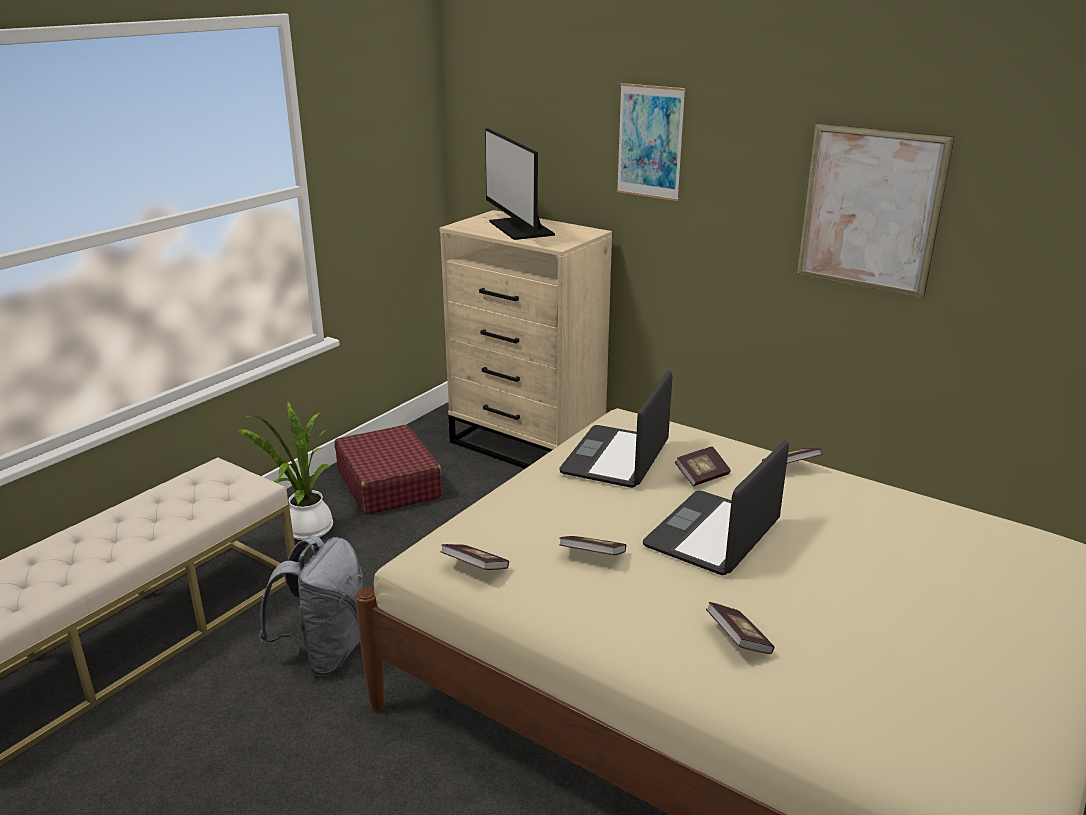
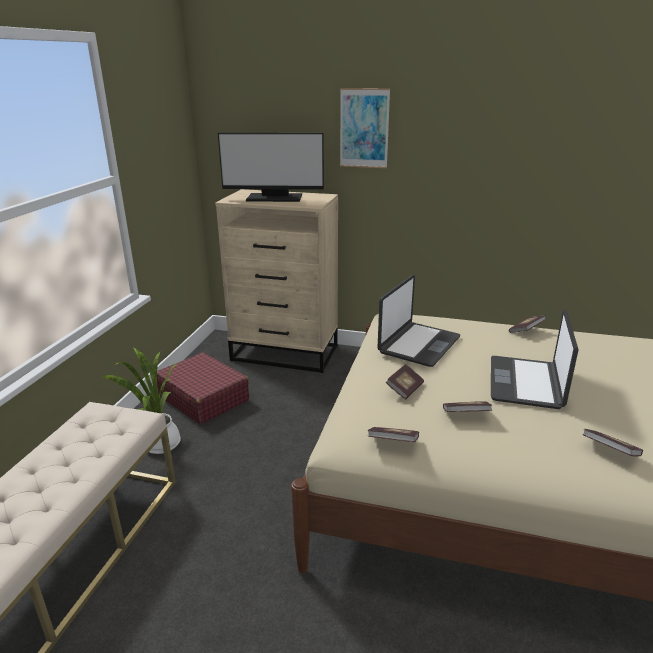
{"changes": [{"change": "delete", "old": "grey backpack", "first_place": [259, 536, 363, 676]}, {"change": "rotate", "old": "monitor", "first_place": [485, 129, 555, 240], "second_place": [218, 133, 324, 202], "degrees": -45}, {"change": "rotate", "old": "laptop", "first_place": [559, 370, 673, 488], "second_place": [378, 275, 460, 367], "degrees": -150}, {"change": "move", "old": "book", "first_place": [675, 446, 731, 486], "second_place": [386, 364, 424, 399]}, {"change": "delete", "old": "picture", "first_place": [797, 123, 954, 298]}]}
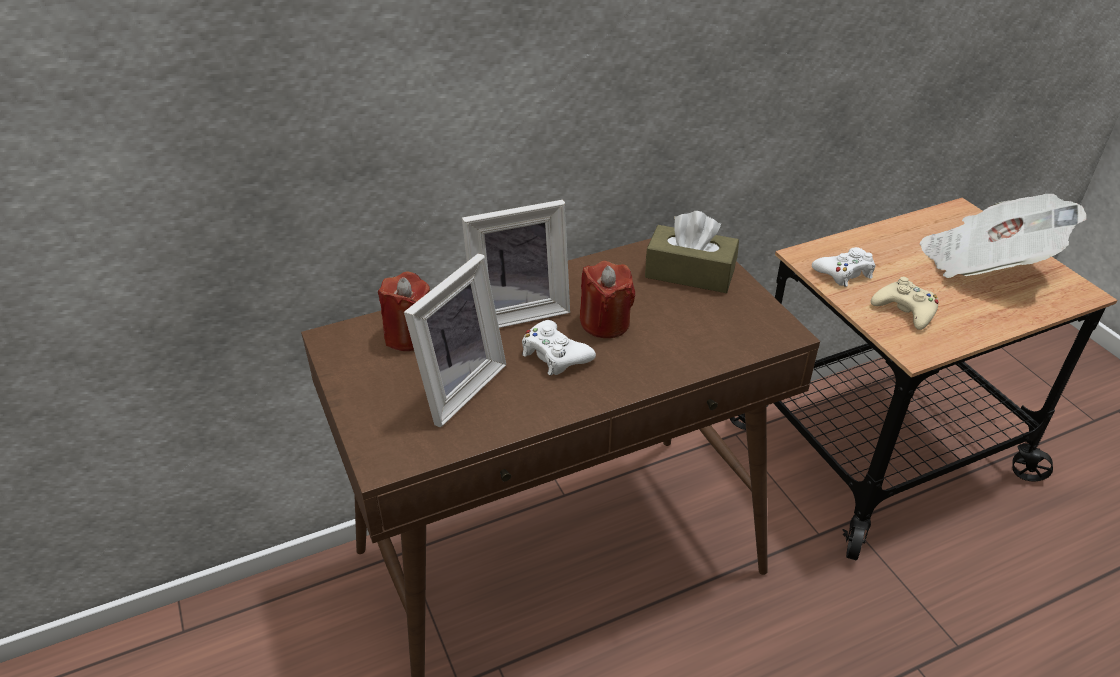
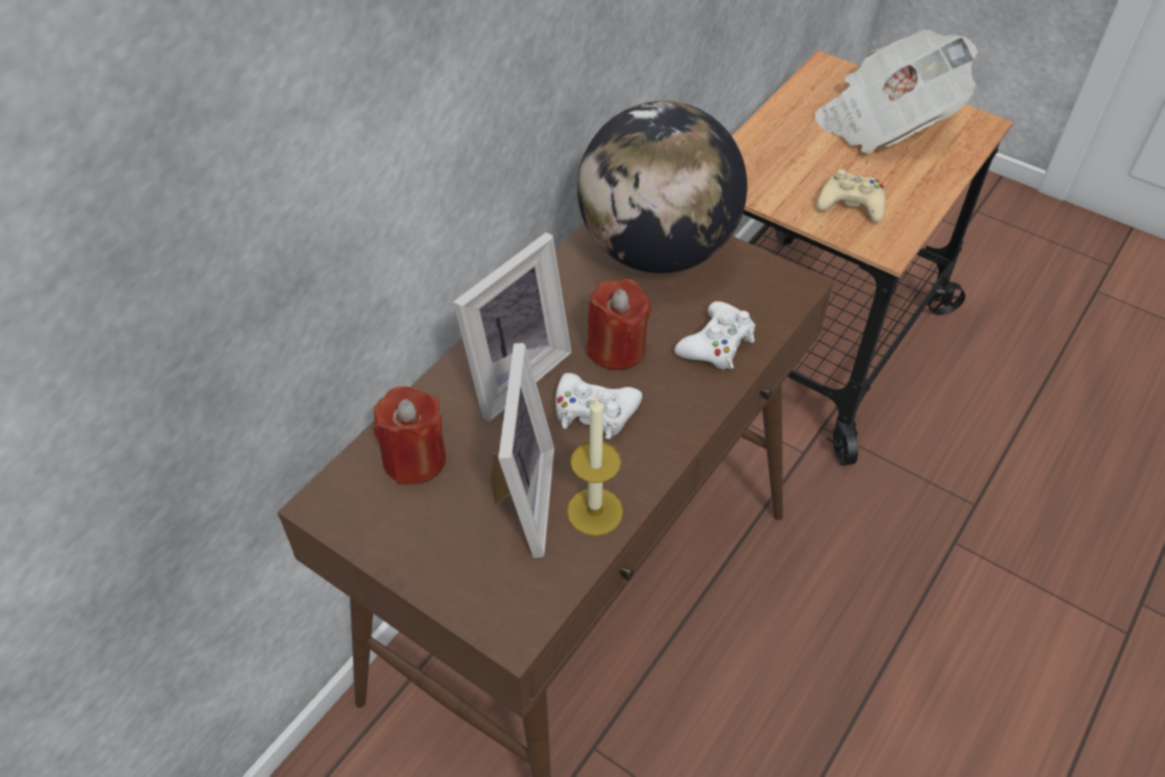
{"changes": [{"change": "replace", "old": "brown tissue box", "new": "globe", "first_place": [645, 211, 739, 293], "second_place": [577, 101, 747, 273]}, {"change": "move", "old": "white game controller", "first_place": [812, 247, 875, 287], "second_place": [674, 301, 755, 370]}, {"change": "insert", "new": "candle", "second_place": [567, 398, 623, 536]}]}
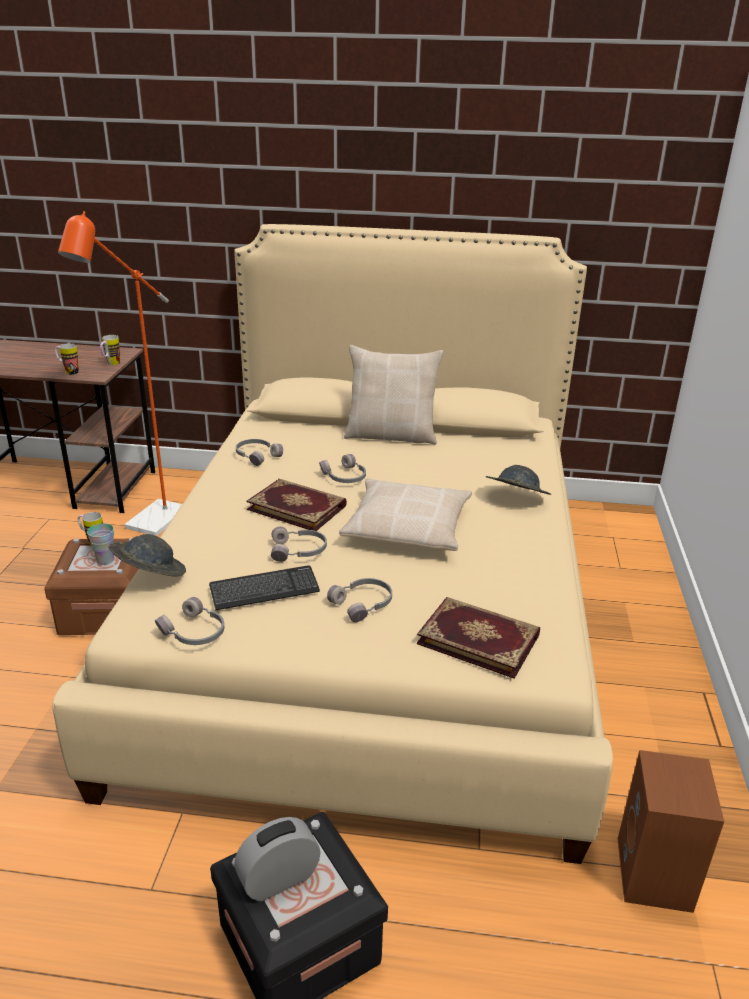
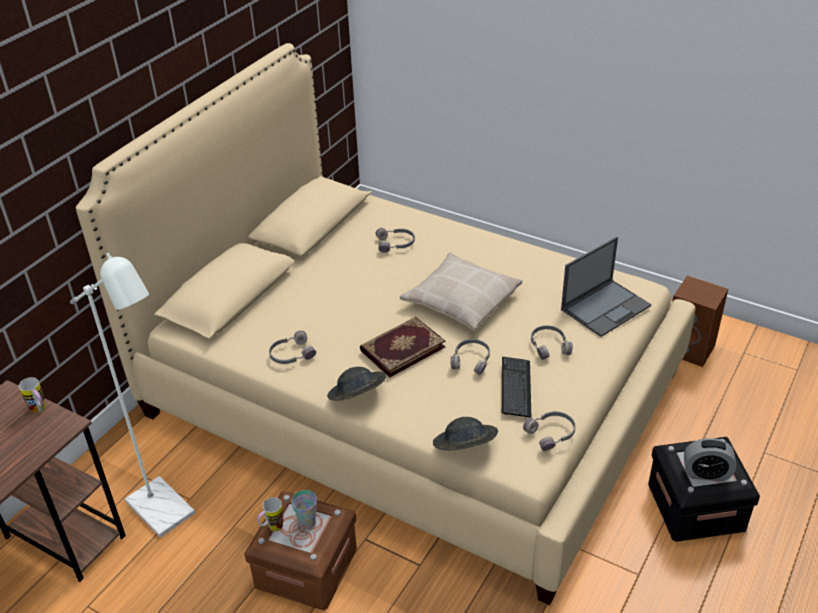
{"changes": [{"change": "delete", "old": "mug", "first_place": [55, 343, 79, 375]}, {"change": "recolor", "old": "orange floor lamp", "new": "white floor lamp", "first_place": [58, 211, 182, 536], "second_place": [70, 253, 195, 537]}, {"change": "rotate", "old": "alarm clock", "first_place": [234, 817, 320, 901], "second_place": [684, 438, 736, 482], "degrees": -75}, {"change": "move", "old": "grey headphones", "first_place": [319, 454, 366, 483], "second_place": [376, 228, 415, 253]}, {"change": "delete", "old": "beige pillow", "first_place": [344, 345, 444, 444]}, {"change": "replace", "old": "book", "new": "laptop", "first_place": [417, 597, 540, 679], "second_place": [561, 237, 651, 337]}, {"change": "move", "old": "grey hat", "first_place": [486, 465, 551, 495], "second_place": [327, 367, 386, 401]}]}
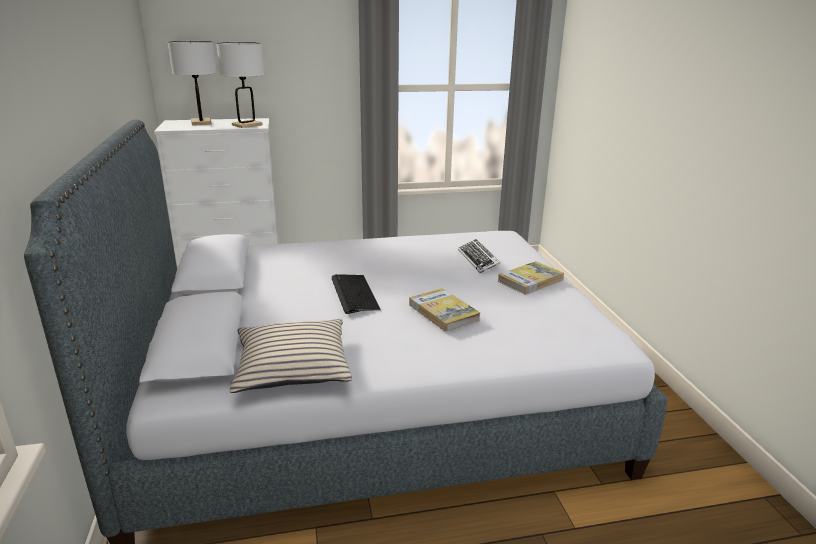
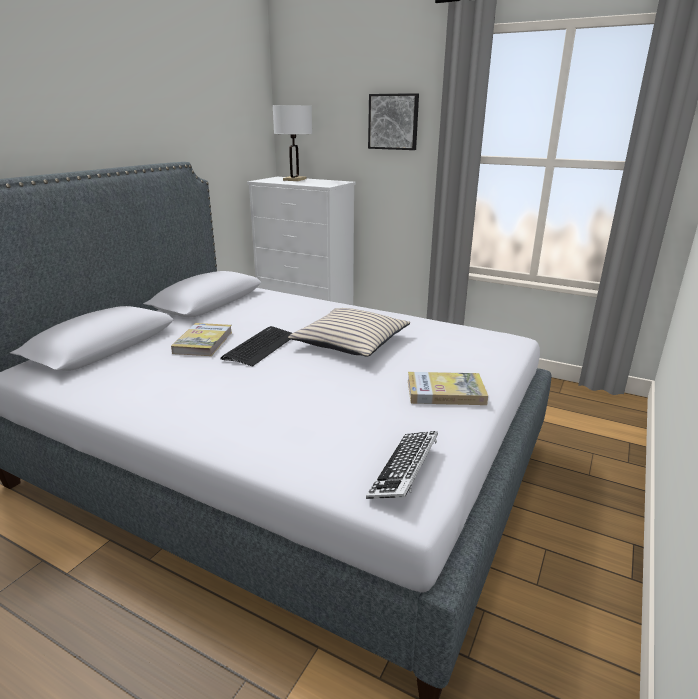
{"changes": [{"change": "delete", "old": "white table lamp", "first_place": [216, 42, 265, 128]}, {"change": "move", "old": "beige pillow", "first_place": [230, 319, 352, 393], "second_place": [288, 308, 410, 357]}, {"change": "move", "old": "book", "first_place": [409, 288, 480, 332], "second_place": [171, 323, 232, 356]}, {"change": "move", "old": "keyboard", "first_place": [458, 239, 501, 273], "second_place": [366, 431, 438, 499]}, {"change": "insert", "new": "picture", "second_place": [368, 93, 419, 150]}]}
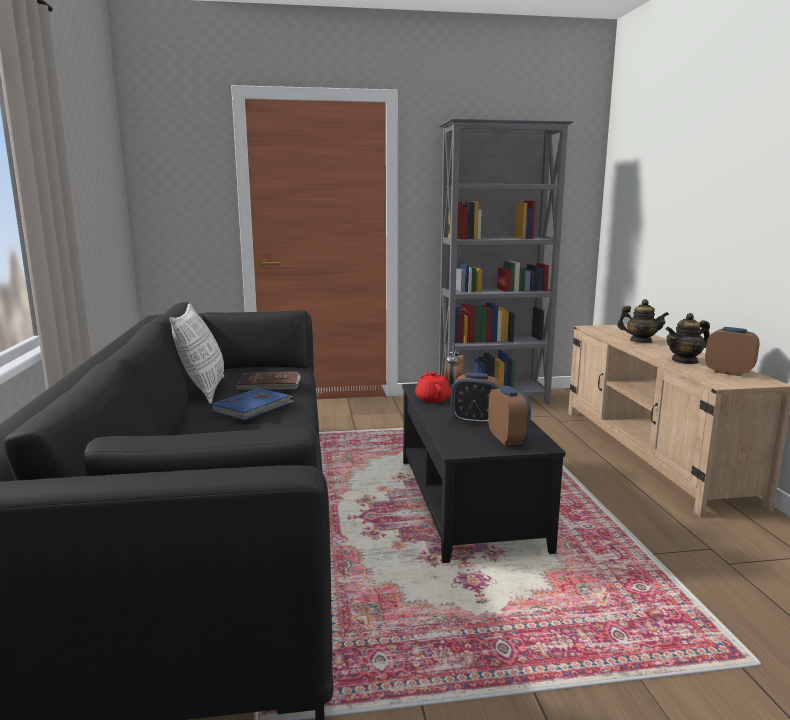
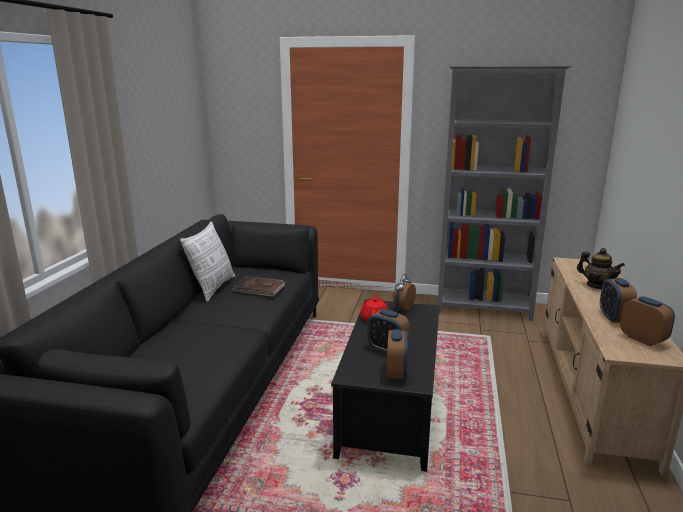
{"changes": [{"change": "delete", "old": "blue book", "first_place": [211, 388, 293, 420]}, {"change": "replace", "old": "teapot", "new": "alarm clock", "first_place": [666, 313, 710, 364], "second_place": [600, 278, 637, 323]}]}
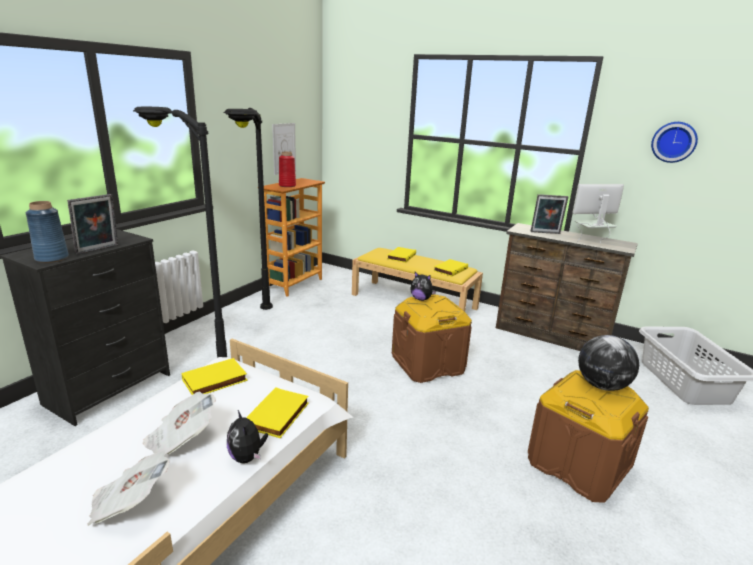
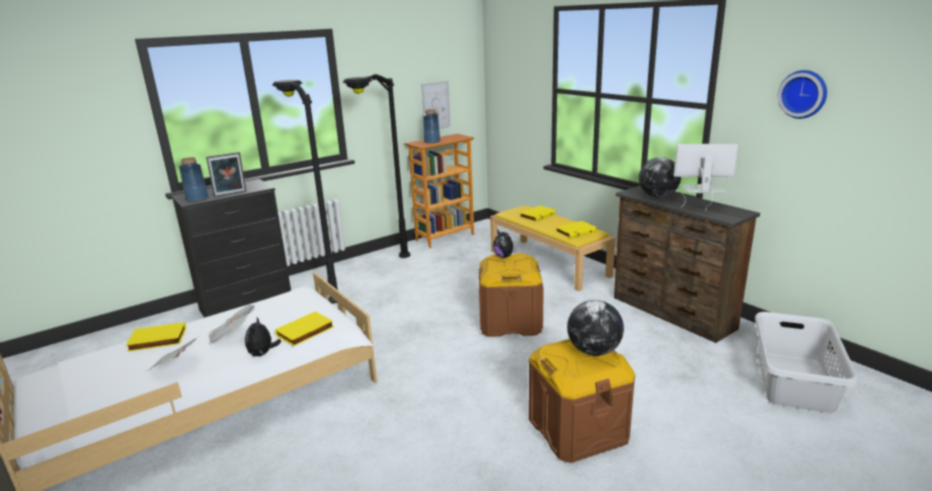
{"changes": [{"change": "move", "old": "yellow book", "first_place": [182, 358, 248, 395], "second_place": [126, 322, 186, 352]}, {"change": "recolor", "old": "red vase", "new": "blue vase", "first_place": [279, 152, 296, 187], "second_place": [423, 109, 440, 144]}, {"change": "replace", "old": "picture frame", "new": "globe", "first_place": [531, 194, 568, 234], "second_place": [639, 157, 681, 198]}]}
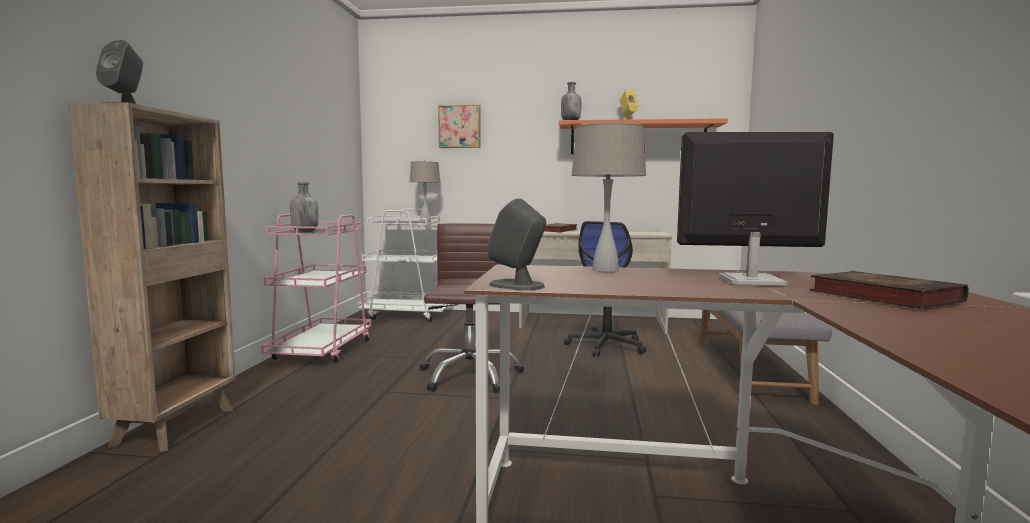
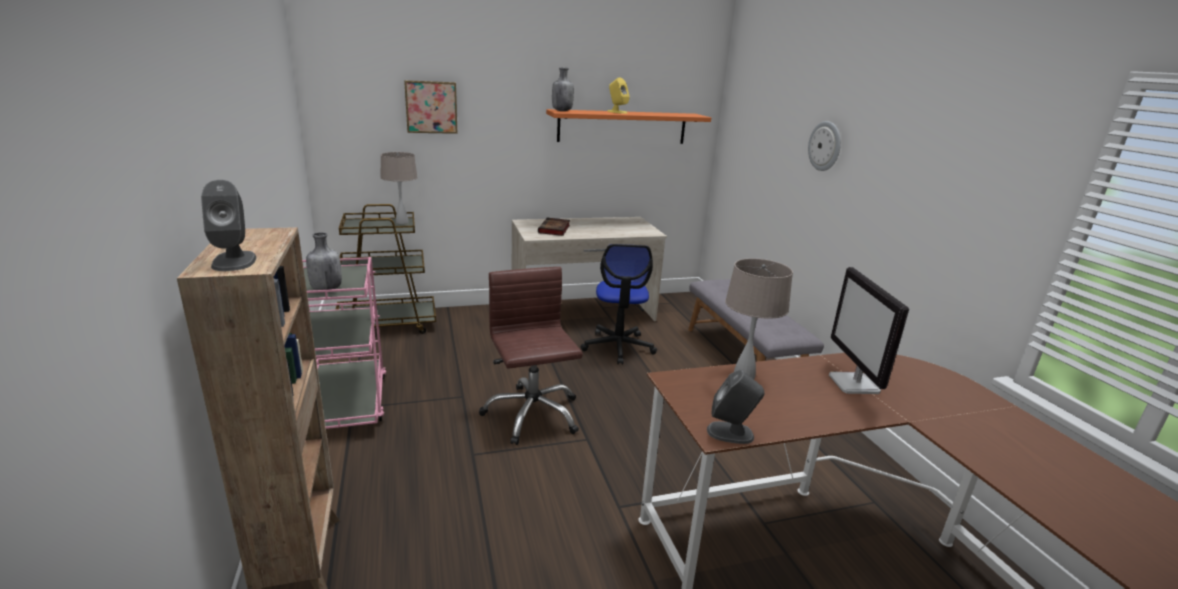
{"changes": [{"change": "recolor", "old": "white cart", "new": "brown cart", "first_place": [356, 209, 451, 322], "second_place": [335, 204, 436, 334]}, {"change": "rotate", "old": "monitor", "first_place": [677, 132, 834, 286], "second_place": [829, 267, 909, 394], "degrees": -75}, {"change": "delete", "old": "book", "first_place": [810, 271, 969, 309]}, {"change": "insert", "new": "wall clock", "second_place": [808, 121, 841, 171]}]}
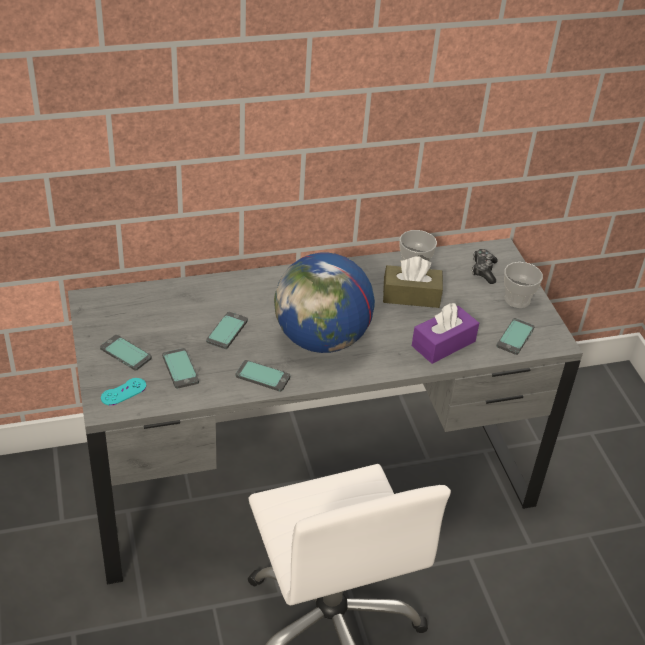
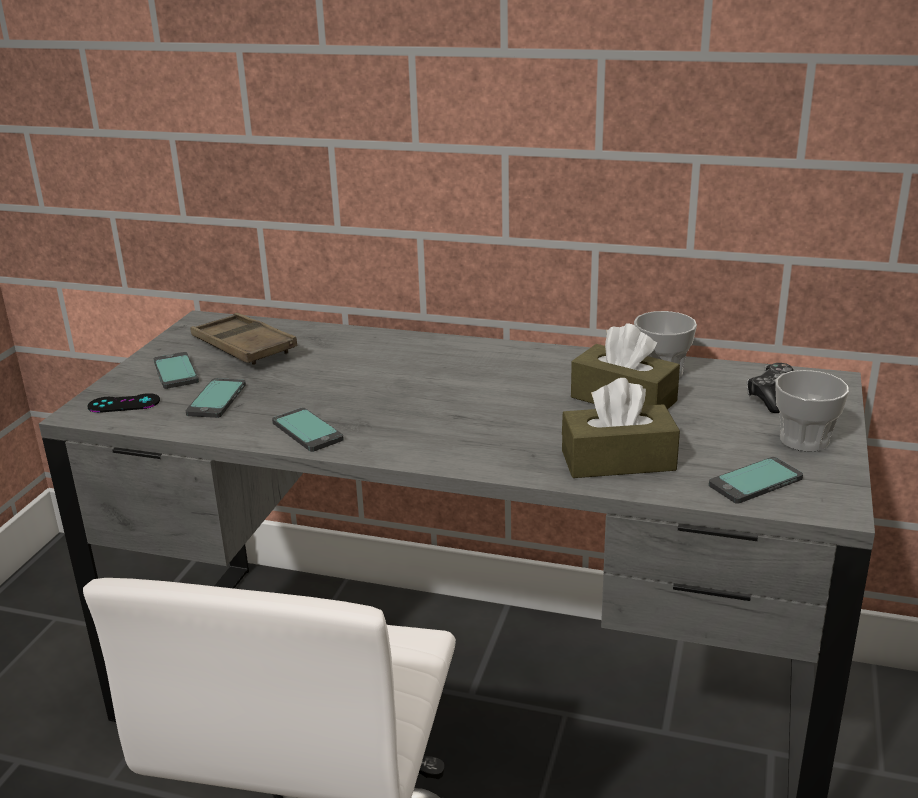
{"changes": [{"change": "recolor", "old": "turquoise game controller", "new": "black game controller", "first_place": [101, 378, 146, 406], "second_place": [87, 393, 160, 413]}, {"change": "delete", "old": "phone", "first_place": [206, 312, 248, 349]}, {"change": "delete", "old": "globe", "first_place": [274, 252, 375, 353]}, {"change": "recolor", "old": "purple tissue box", "new": "brown tissue box", "first_place": [412, 303, 479, 364], "second_place": [562, 378, 680, 478]}, {"change": "insert", "new": "brown tray", "second_place": [190, 313, 298, 365]}]}
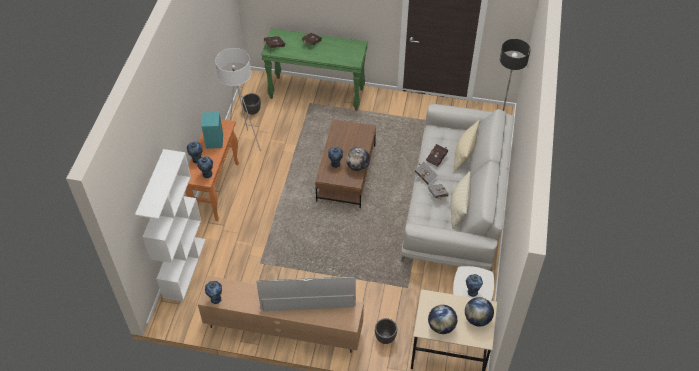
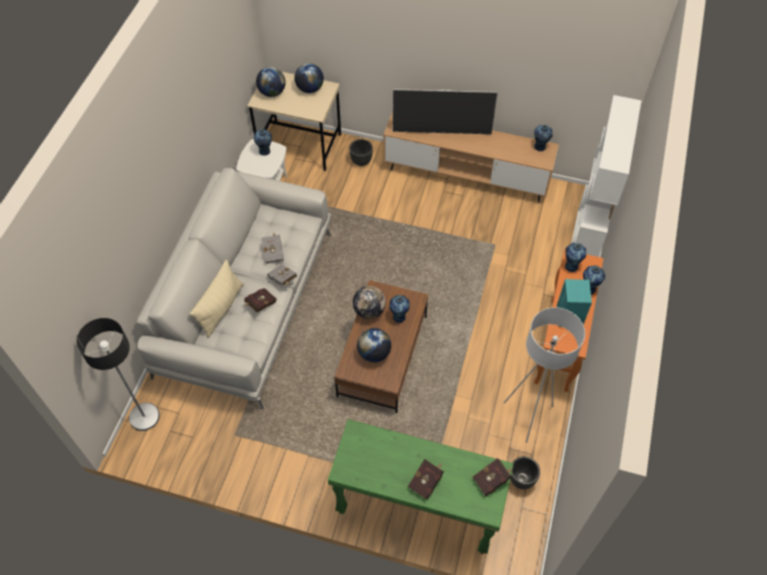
{"changes": [{"change": "delete", "old": "beige pillow", "first_place": [451, 171, 471, 229]}, {"change": "insert", "new": "globe", "second_place": [357, 328, 391, 362]}]}
